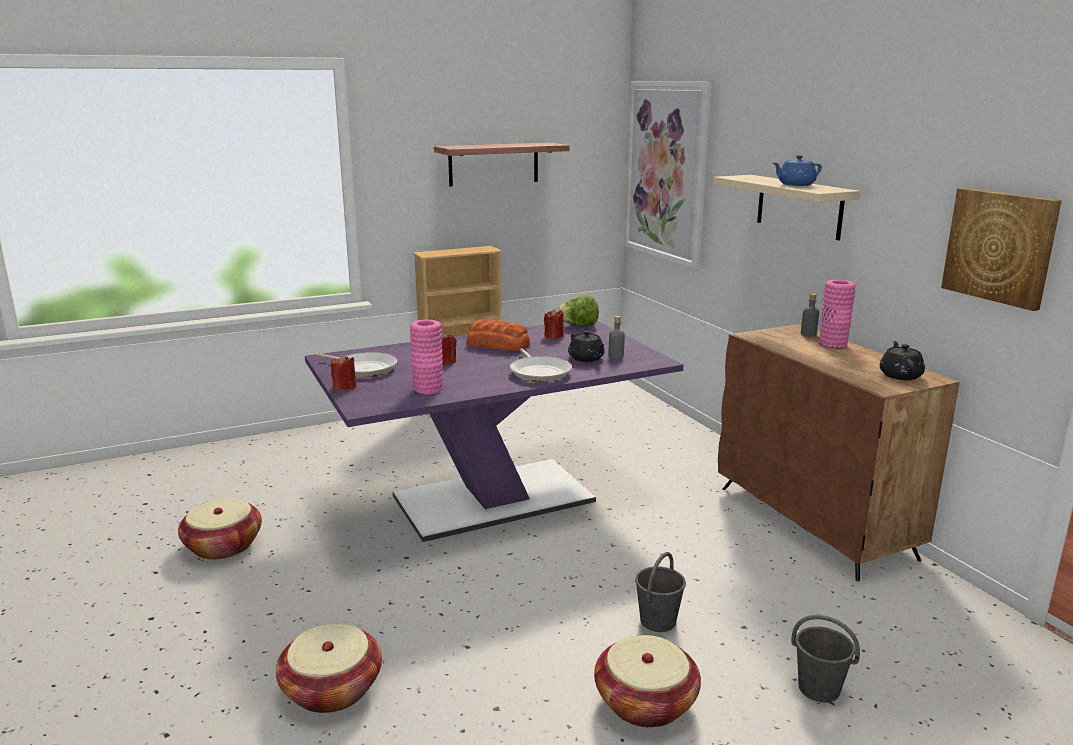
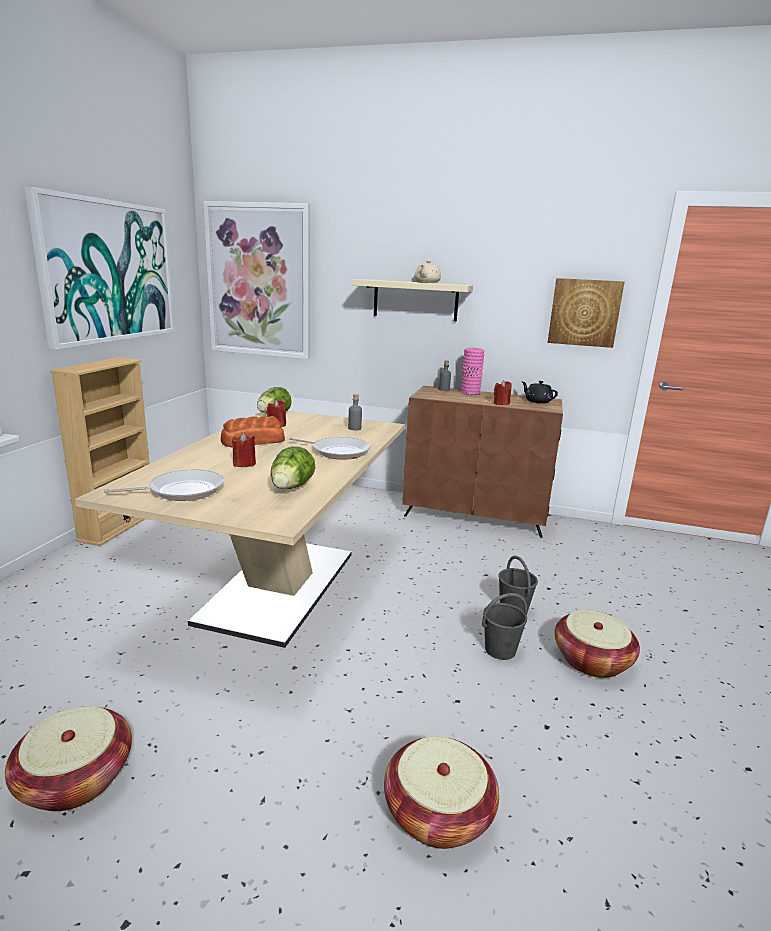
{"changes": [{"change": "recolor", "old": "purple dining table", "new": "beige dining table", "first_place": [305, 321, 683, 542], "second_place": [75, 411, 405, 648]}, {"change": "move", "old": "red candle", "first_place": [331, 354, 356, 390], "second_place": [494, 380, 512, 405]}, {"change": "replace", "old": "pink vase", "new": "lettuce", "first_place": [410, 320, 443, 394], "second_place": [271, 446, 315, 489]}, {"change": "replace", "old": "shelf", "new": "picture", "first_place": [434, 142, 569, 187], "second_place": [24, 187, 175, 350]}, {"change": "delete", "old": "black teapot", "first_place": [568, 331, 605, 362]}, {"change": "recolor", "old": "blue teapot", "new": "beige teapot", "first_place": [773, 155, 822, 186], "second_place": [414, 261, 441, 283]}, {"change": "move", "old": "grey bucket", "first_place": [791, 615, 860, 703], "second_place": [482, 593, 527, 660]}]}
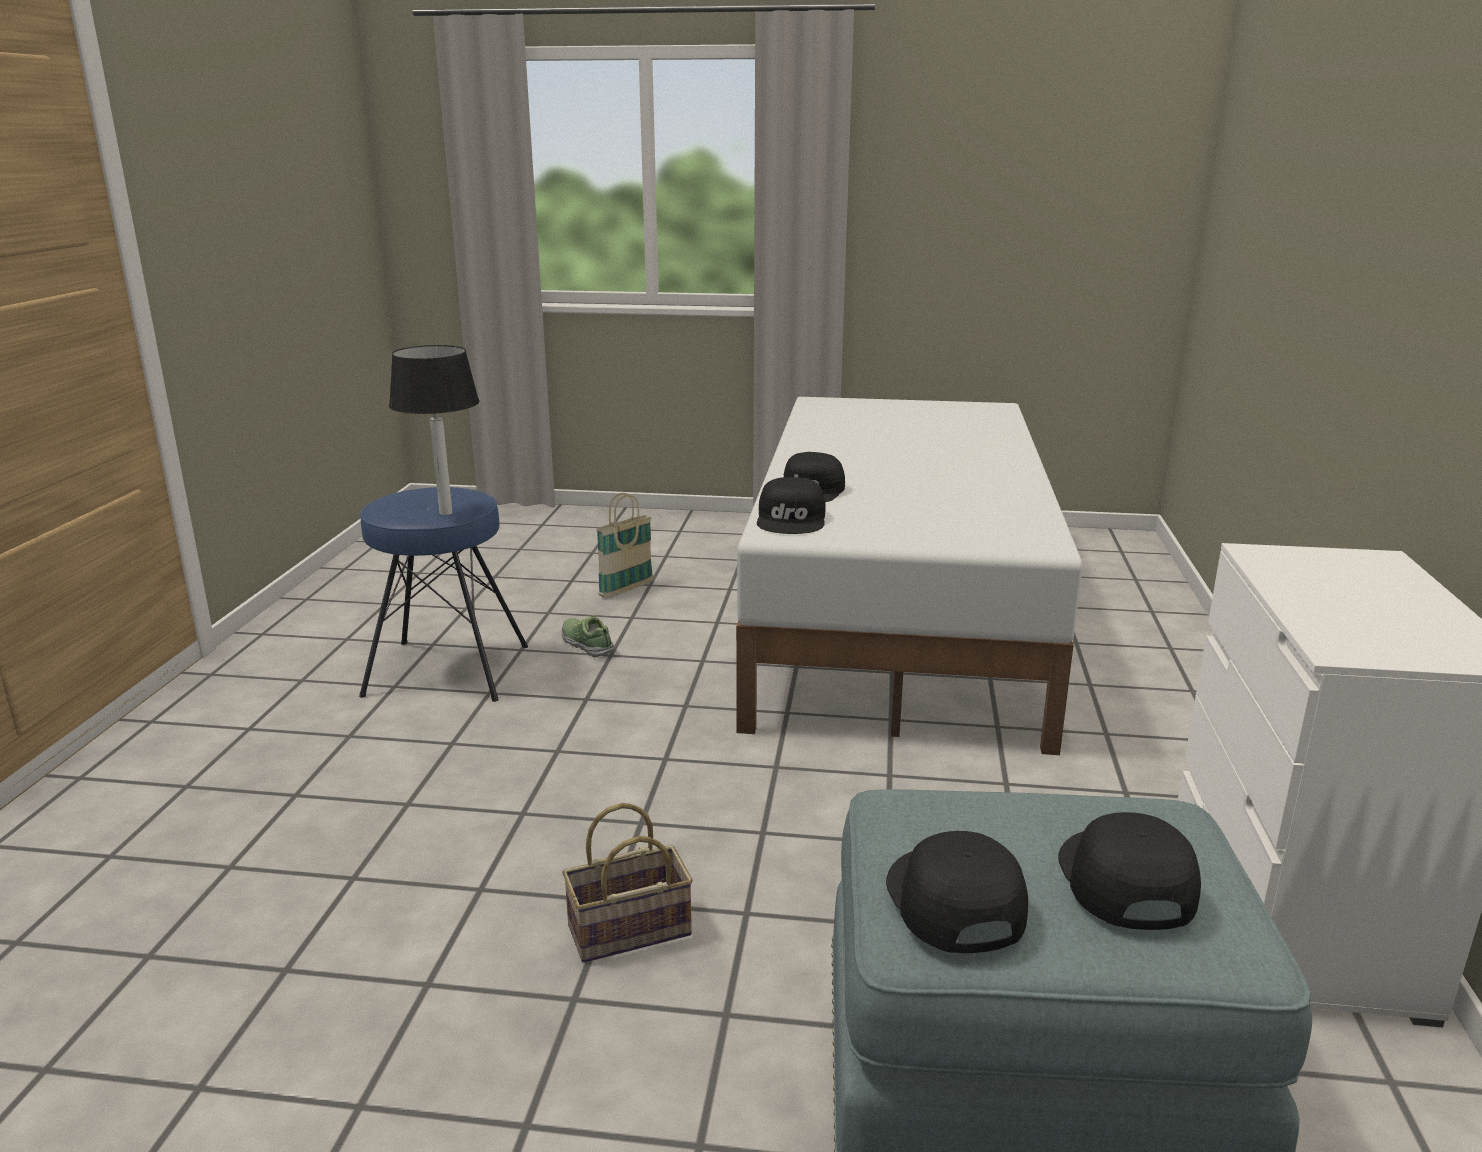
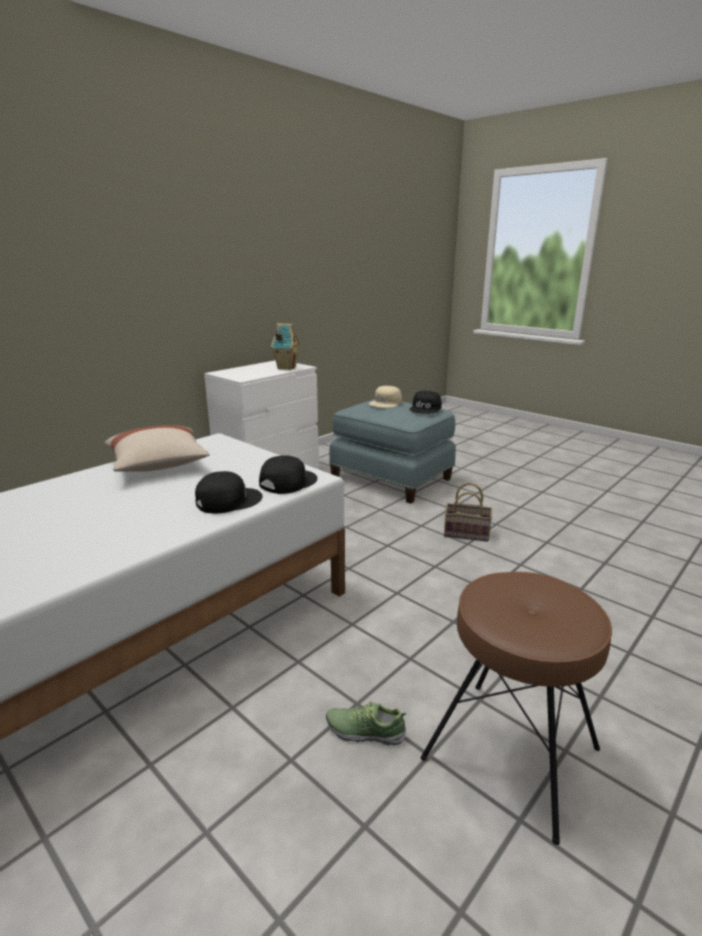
{"changes": [{"change": "recolor", "old": "blue stool", "new": "brown stool", "first_place": [359, 487, 528, 702], "second_place": [421, 572, 612, 845]}, {"change": "delete", "old": "table lamp", "first_place": [389, 345, 479, 515]}, {"change": "rotate", "old": "shoe", "first_place": [562, 615, 615, 657], "second_place": [326, 702, 406, 746], "degrees": 105}, {"change": "delete", "old": "basket", "first_place": [596, 493, 653, 598]}, {"change": "recolor", "old": "black cap", "new": "beige cap", "first_place": [1058, 812, 1201, 930], "second_place": [369, 386, 402, 408]}, {"change": "insert", "new": "beige pillow", "second_place": [104, 425, 209, 472]}, {"change": "insert", "new": "toy house", "second_place": [271, 323, 300, 370]}]}
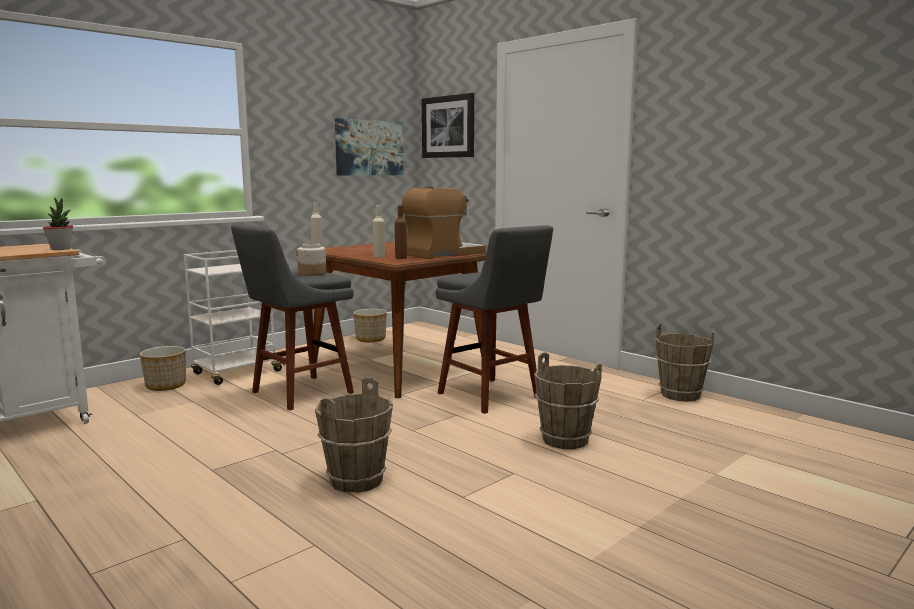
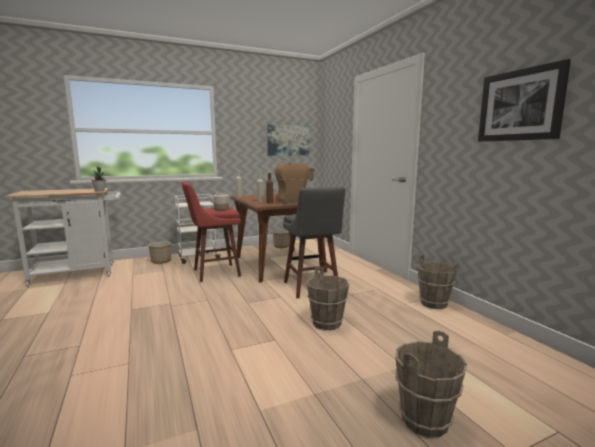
{"changes": [{"change": "recolor", "old": "grey stool", "new": "red stool", "first_place": [231, 224, 354, 411], "second_place": [182, 181, 241, 282]}, {"change": "move", "old": "brown bucket", "first_place": [315, 377, 393, 493], "second_place": [395, 330, 467, 438]}, {"change": "move", "old": "picture", "first_place": [422, 93, 474, 158], "second_place": [478, 59, 571, 142]}]}
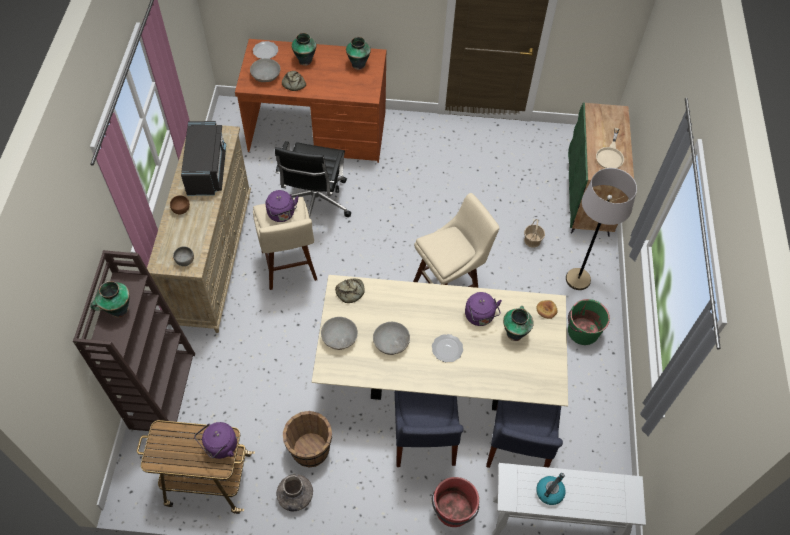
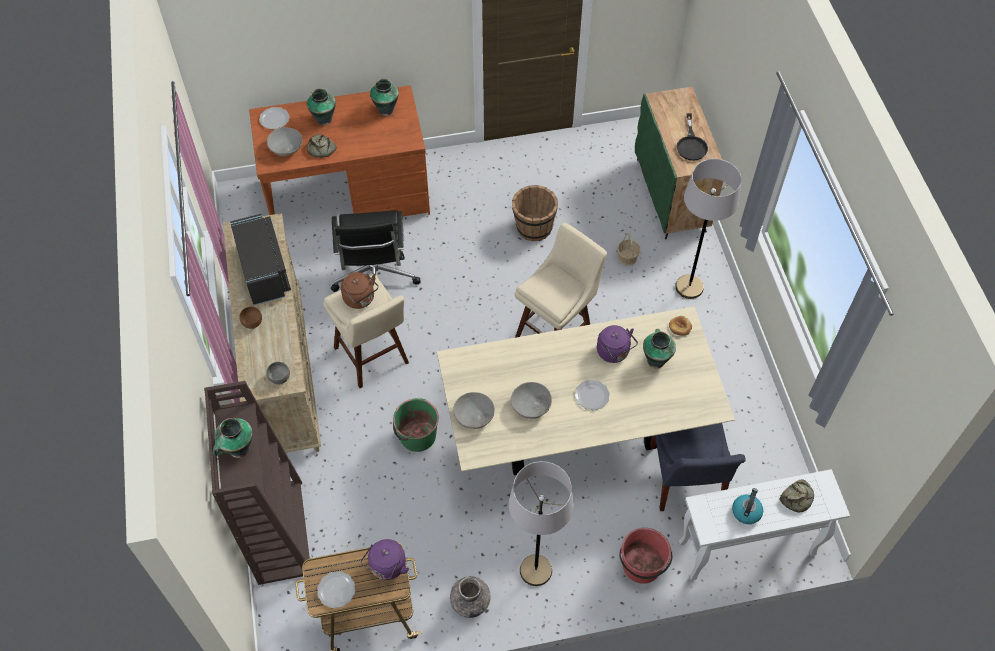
{"changes": [{"change": "recolor", "old": "purple kettle", "new": "brown kettle", "first_place": [266, 190, 299, 222], "second_place": [341, 272, 379, 309]}, {"change": "move", "old": "brown bucket", "first_place": [283, 411, 332, 468], "second_place": [512, 185, 558, 241]}, {"change": "move", "old": "bread", "first_place": [335, 278, 365, 303], "second_place": [779, 479, 814, 513]}, {"change": "delete", "old": "blue chair", "first_place": [395, 391, 464, 467]}, {"change": "move", "old": "green bucket", "first_place": [568, 299, 610, 345], "second_place": [393, 398, 439, 452]}, {"change": "recolor", "old": "beige frying pan", "new": "black frying pan", "first_place": [596, 128, 624, 168], "second_place": [677, 113, 708, 161]}, {"change": "insert", "new": "plate", "second_place": [317, 571, 355, 608]}, {"change": "insert", "new": "grey floor lamp", "second_place": [509, 461, 574, 586]}]}
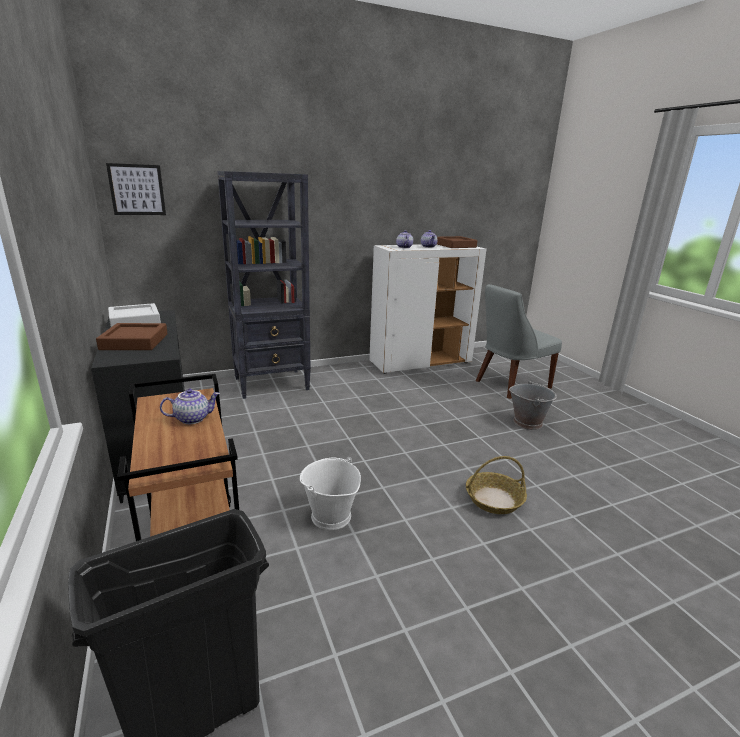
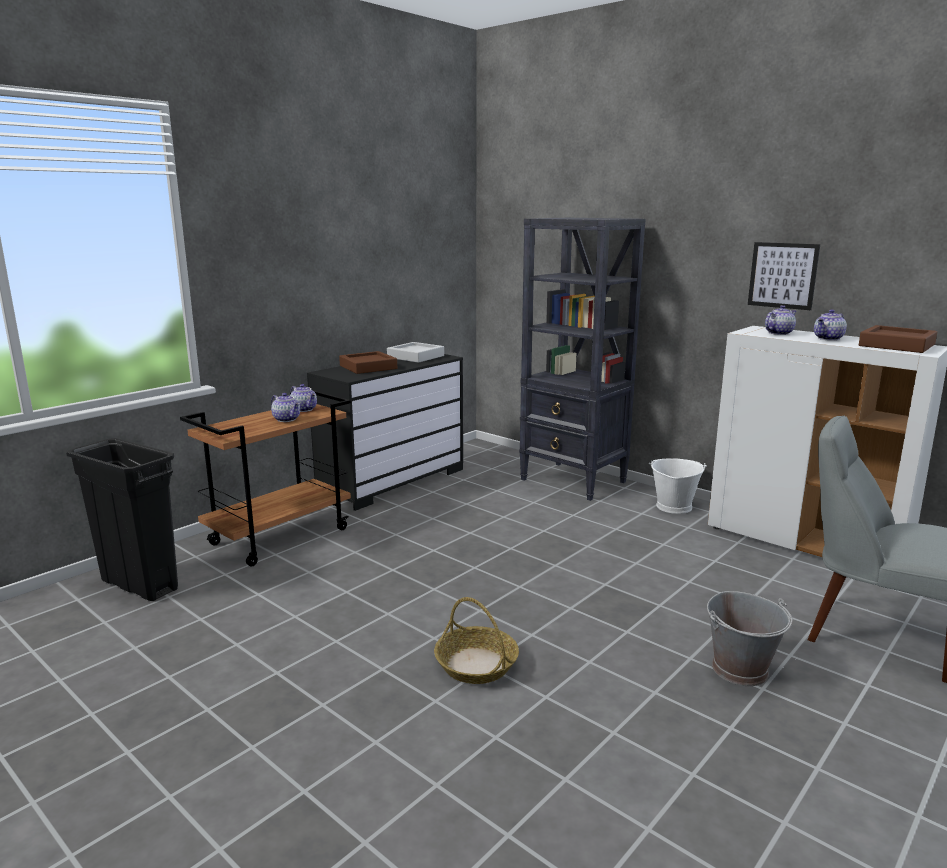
{"changes": [{"change": "move", "old": "picture", "first_place": [106, 163, 166, 215], "second_place": [748, 242, 820, 310]}, {"change": "move", "old": "white bucket", "first_place": [300, 457, 361, 530], "second_place": [649, 458, 707, 514]}, {"change": "insert", "new": "teapot", "second_place": [290, 384, 317, 412]}]}
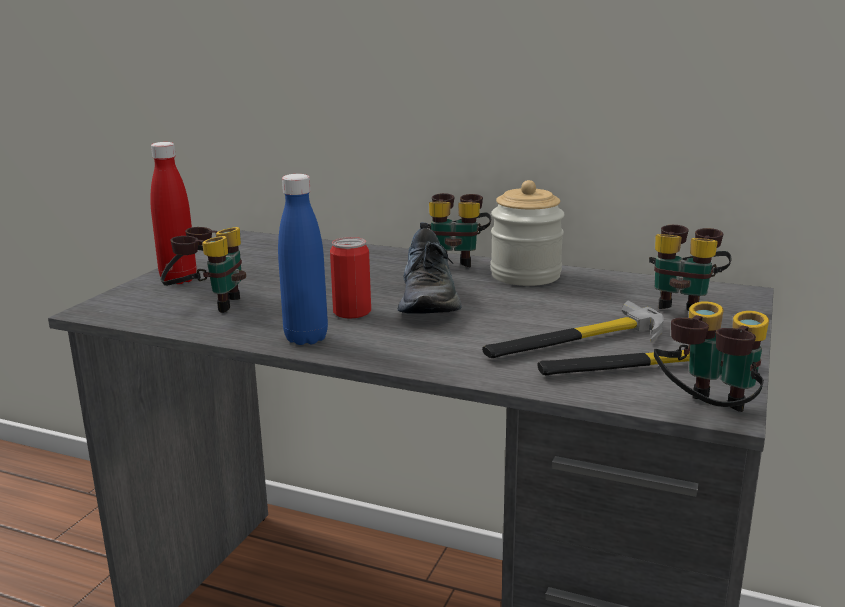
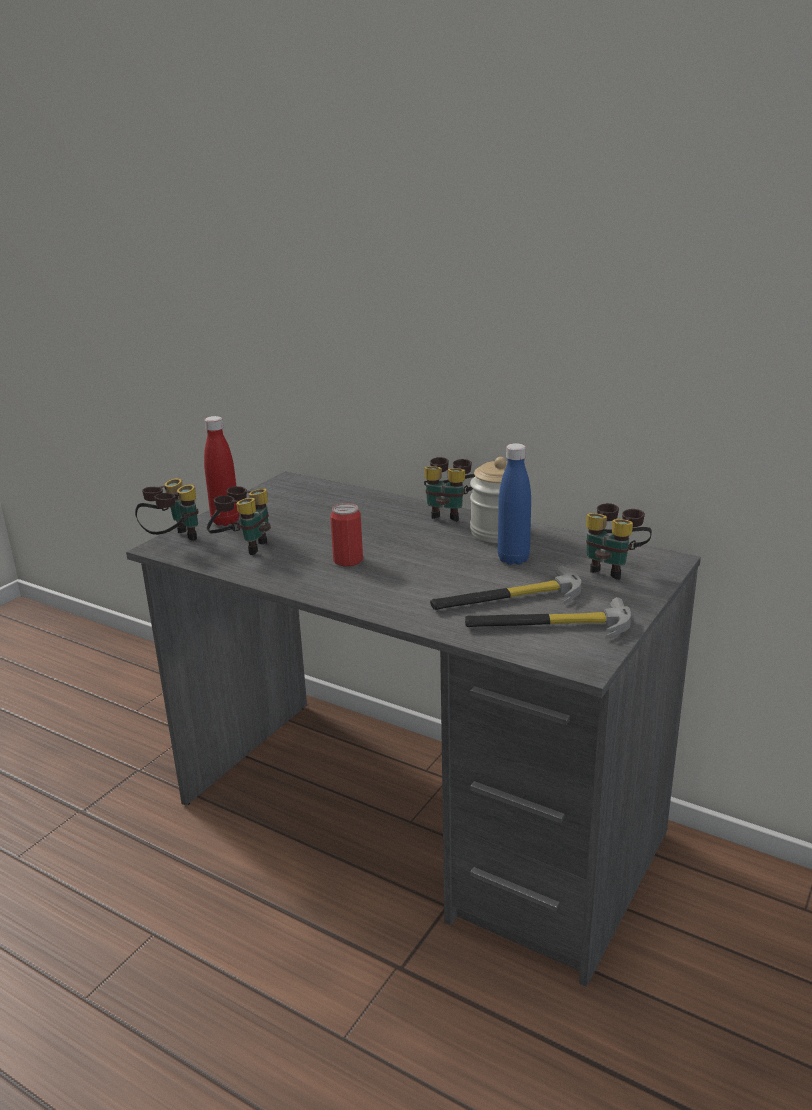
{"changes": [{"change": "move", "old": "blue bottle", "first_place": [278, 174, 328, 345], "second_place": [498, 443, 531, 565]}, {"change": "delete", "old": "shoe", "first_place": [397, 223, 461, 314]}, {"change": "move", "old": "binoculars", "first_place": [654, 301, 769, 412], "second_place": [135, 478, 199, 541]}]}
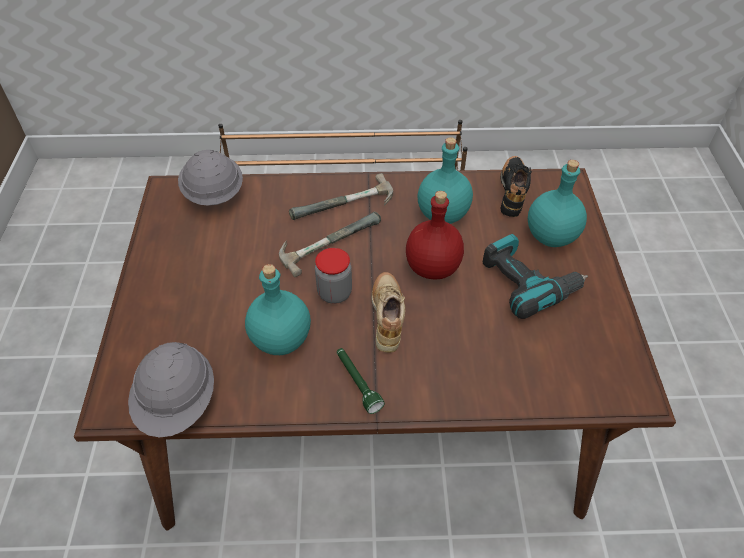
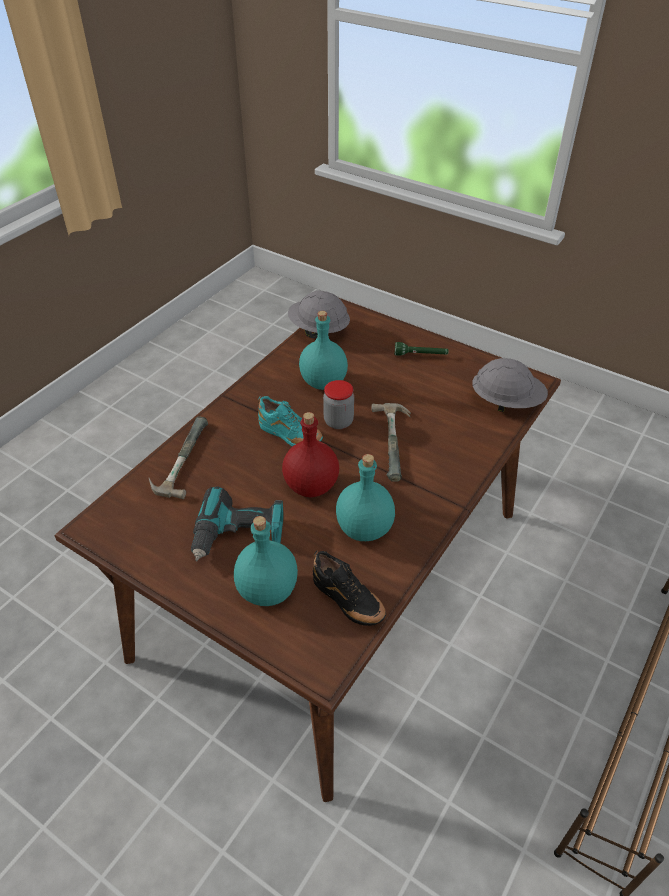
{"changes": [{"change": "move", "old": "hammer", "first_place": [289, 173, 393, 220], "second_place": [149, 416, 208, 499]}, {"change": "move", "old": "green flashlight", "first_place": [337, 348, 385, 414], "second_place": [395, 342, 448, 356]}, {"change": "recolor", "old": "beige shoe", "new": "turquoise shoe", "first_place": [371, 272, 405, 353], "second_place": [258, 396, 323, 447]}]}
